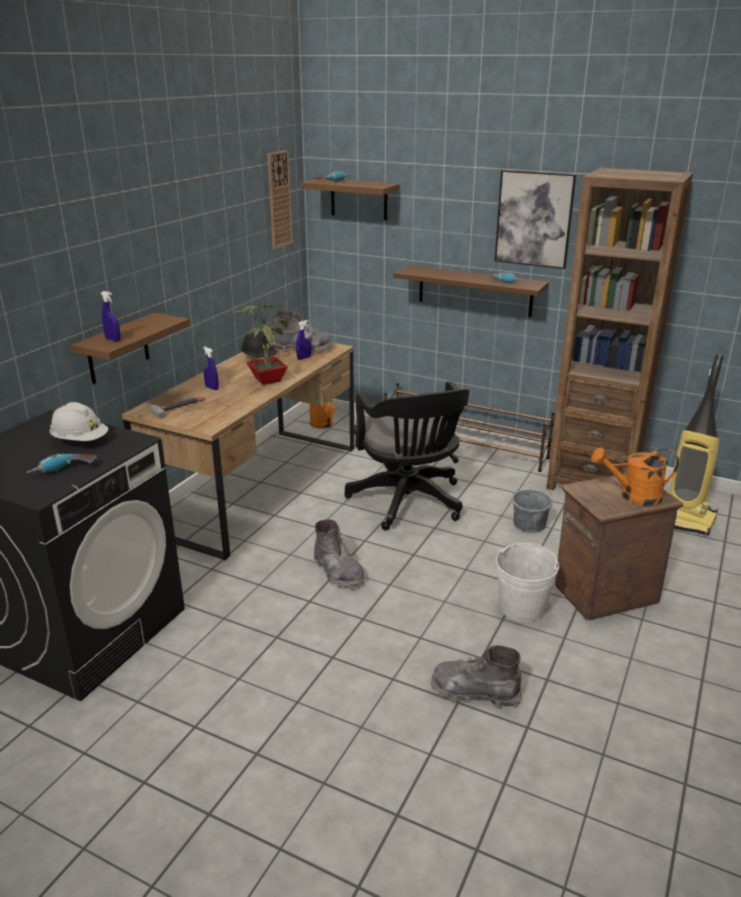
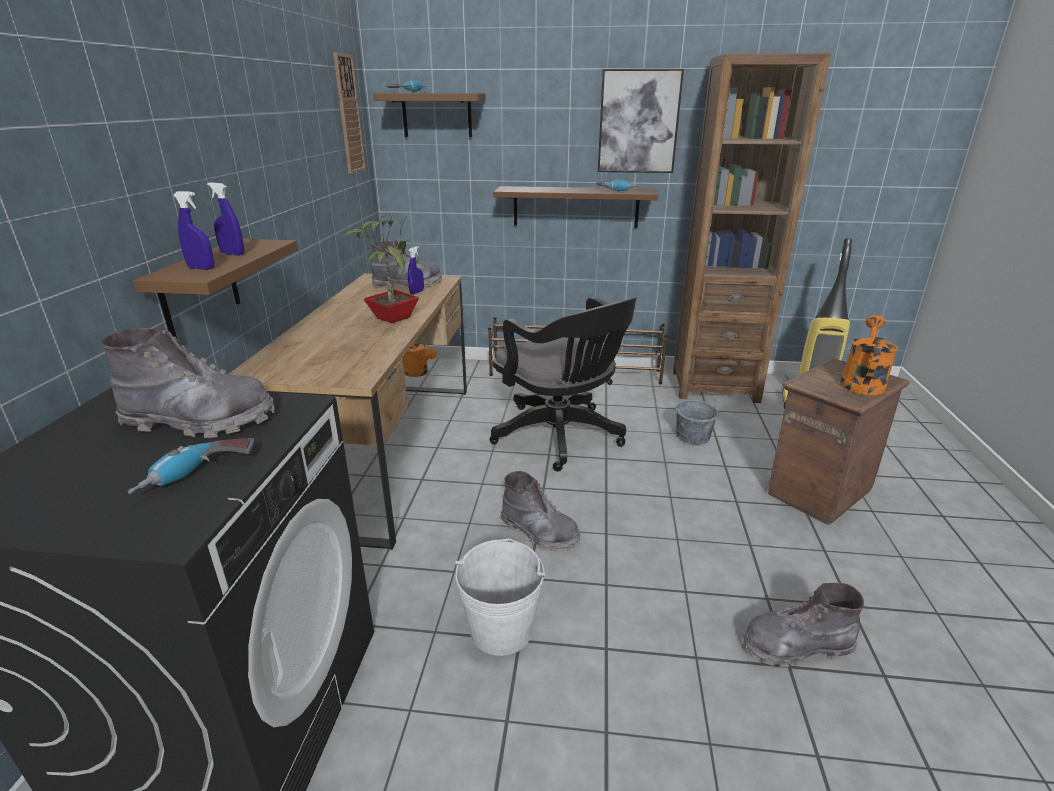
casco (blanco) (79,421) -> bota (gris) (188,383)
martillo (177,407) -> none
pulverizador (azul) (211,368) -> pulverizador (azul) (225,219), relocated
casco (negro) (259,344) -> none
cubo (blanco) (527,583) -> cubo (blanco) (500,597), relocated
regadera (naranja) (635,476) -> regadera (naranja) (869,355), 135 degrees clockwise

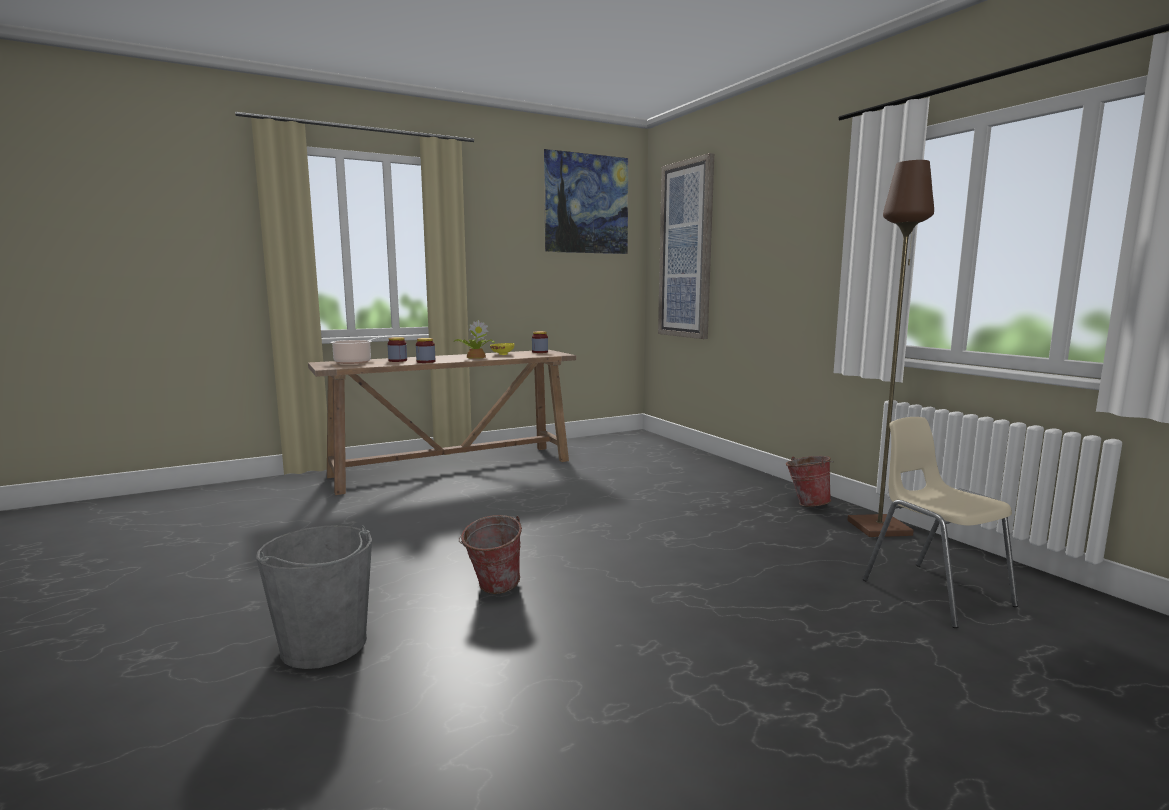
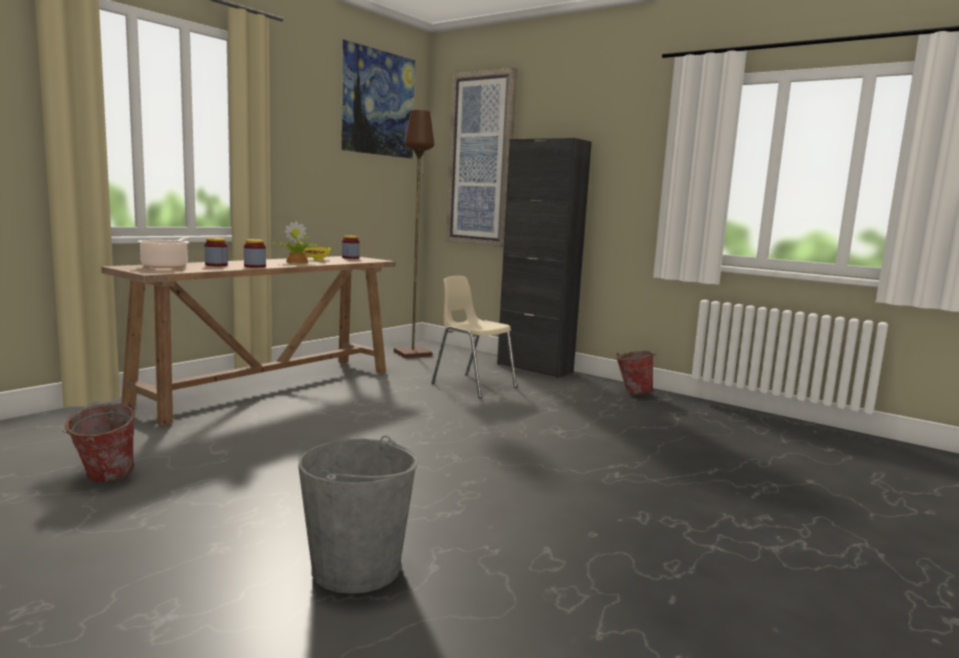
cubo (490,554) -> cubo (98,442), relocated
lámpara de pie (marrón) (891,348) -> lámpara de pie (marrón) (414,234), relocated
silla (beis) (940,522) -> silla (beis) (474,337), relocated
none -> armario (negro) (544,258)

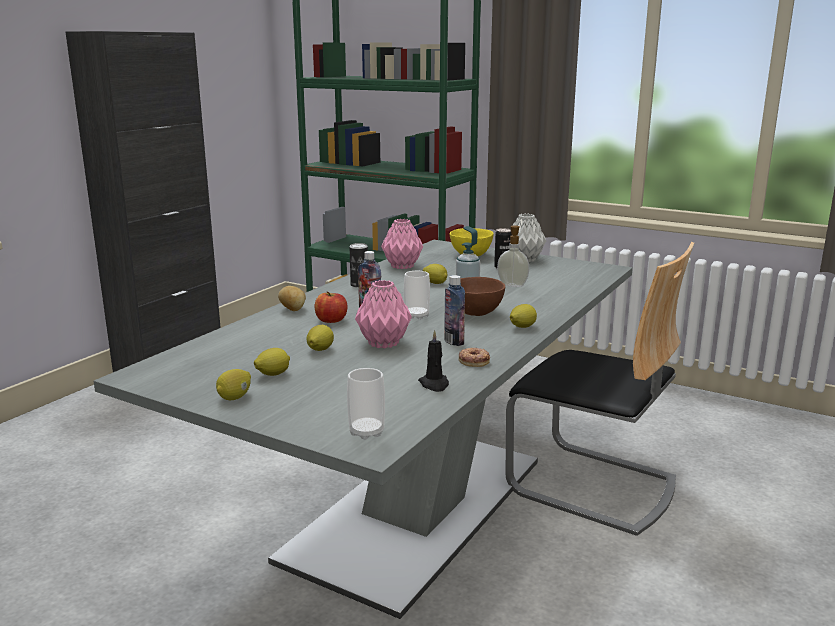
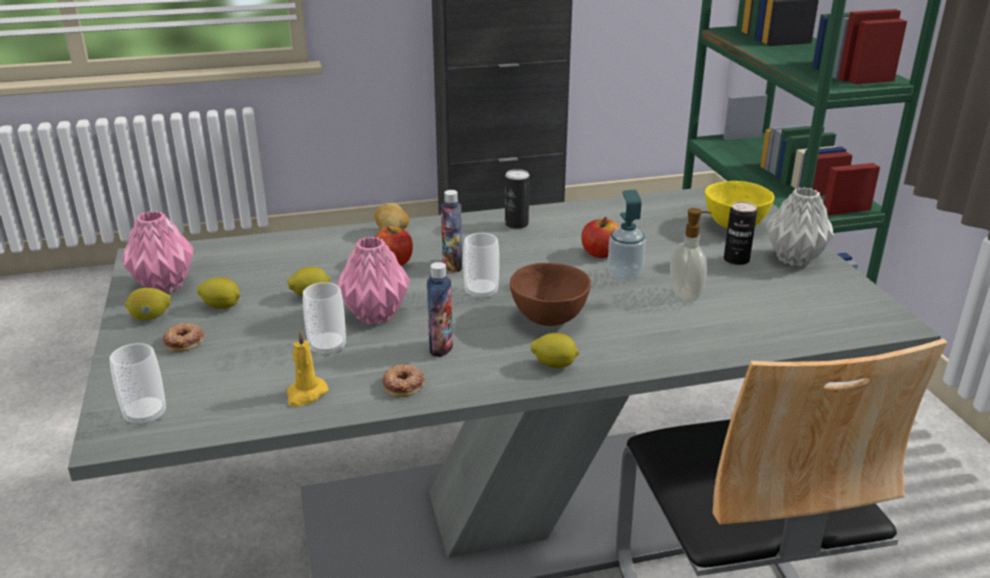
florero (rosa) (402,244) -> florero (rosa) (157,252), relocated
vela (negro) (433,361) -> vela (amarillo) (308,368)
limón (435,274) -> manzana (600,237)
none -> rosquilla (184,337)
none -> taza (324,319)

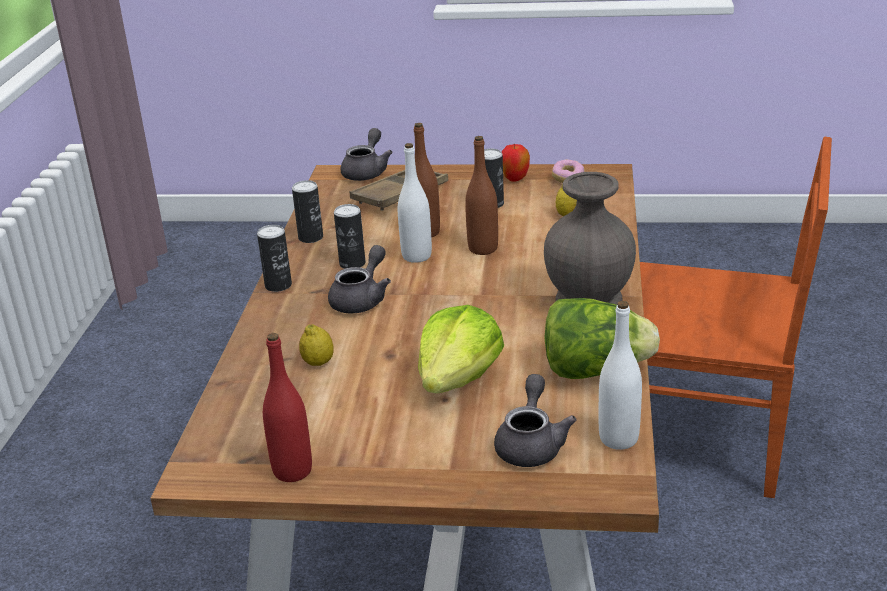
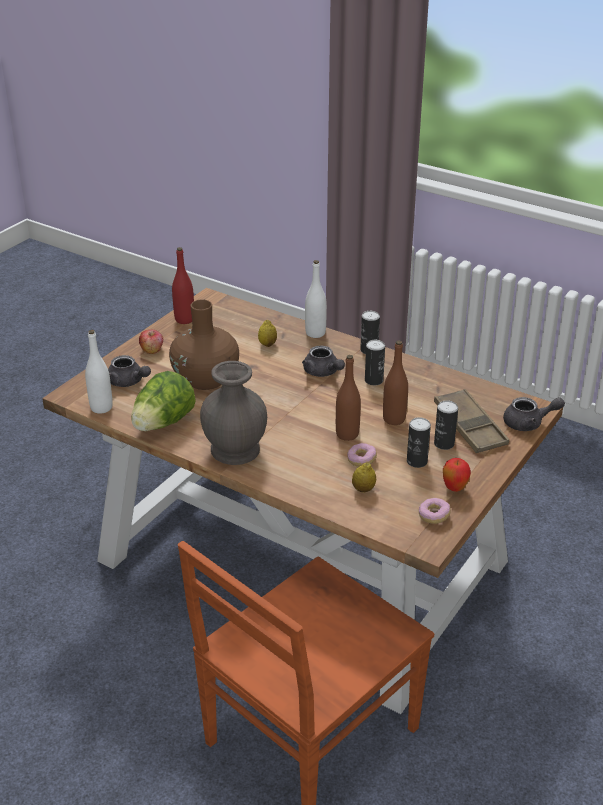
lata (307,211) -> lata (446,425), relocated
tetera (gris) (367,154) -> tetera (gris) (534,414), 45 degrees counterclockwise
botella (blanco) (415,203) -> botella (blanco) (316,299), relocated
lechuga (461,349) -> florero (marrón) (204,345)
none -> manzana (151,341)
none -> rosquilla (362,455)

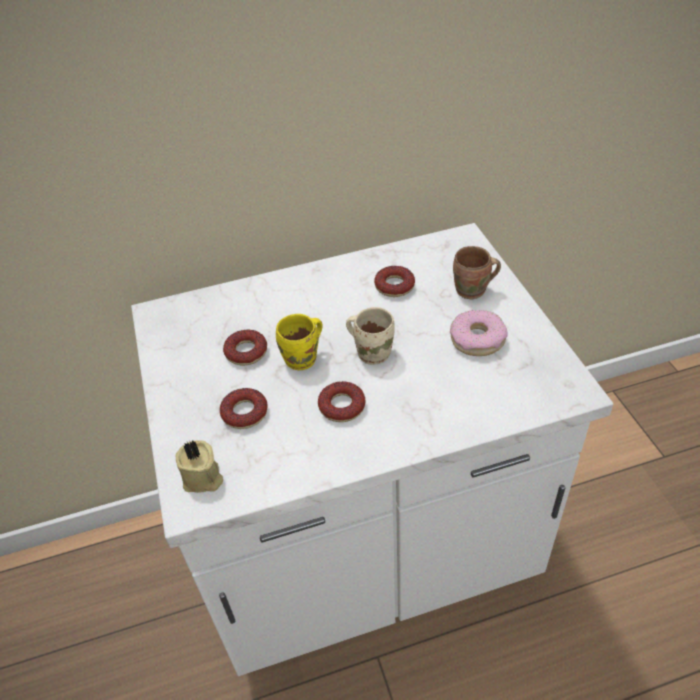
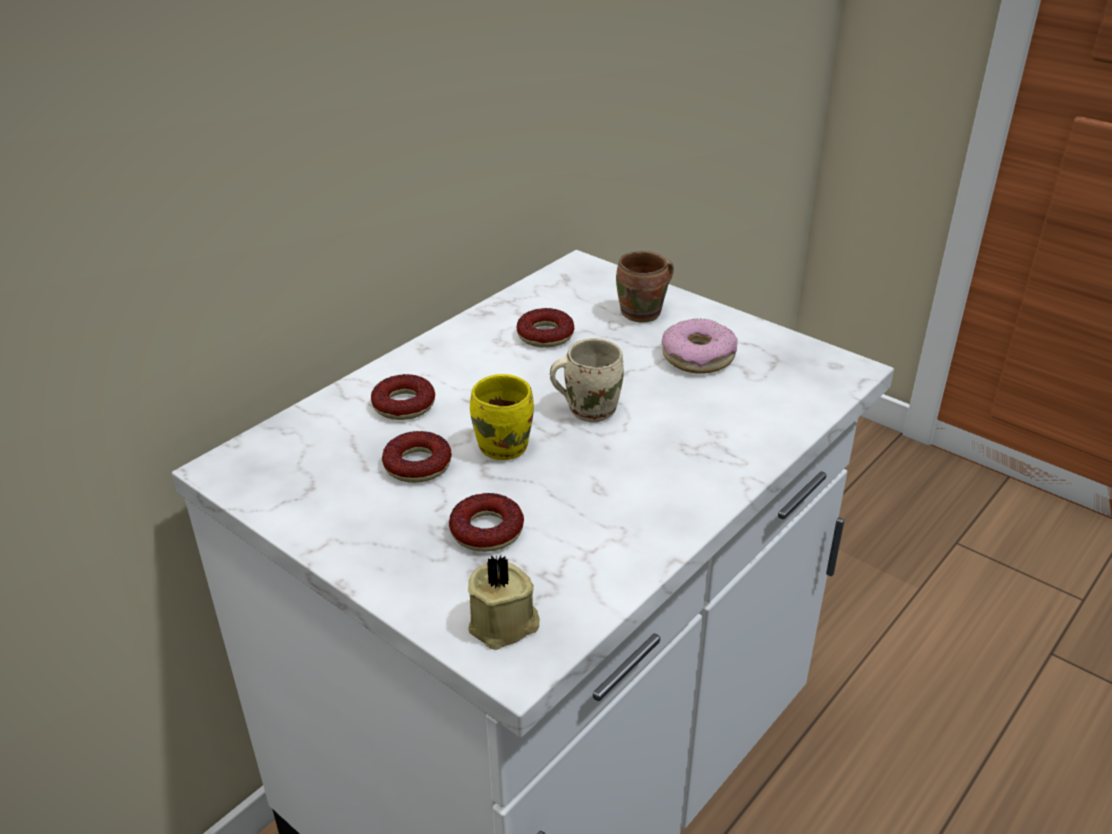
rosquilla (342,401) -> rosquilla (403,397), relocated

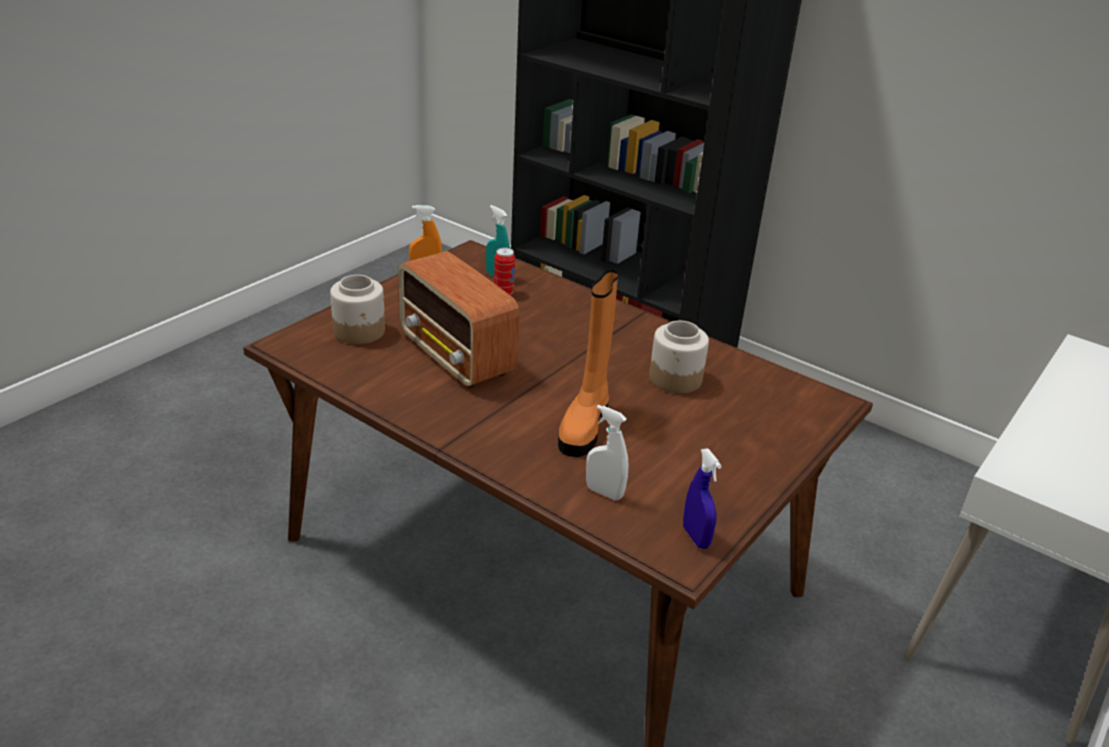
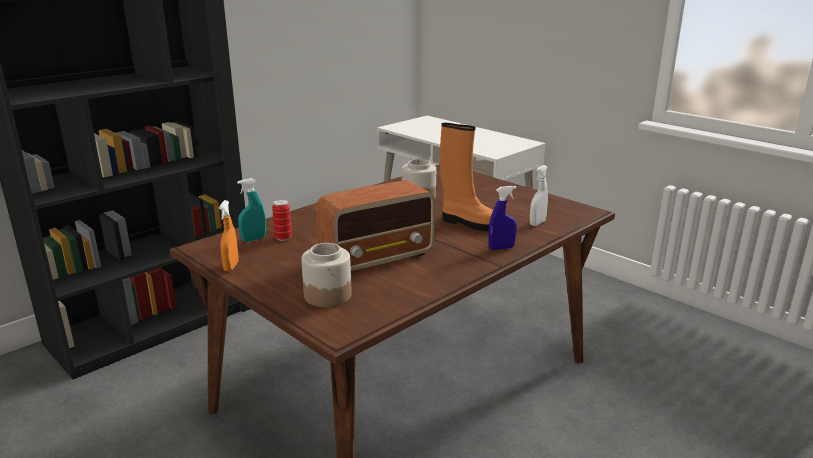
pulverizador (azul) (702,499) -> pulverizador (azul) (502,218), relocated

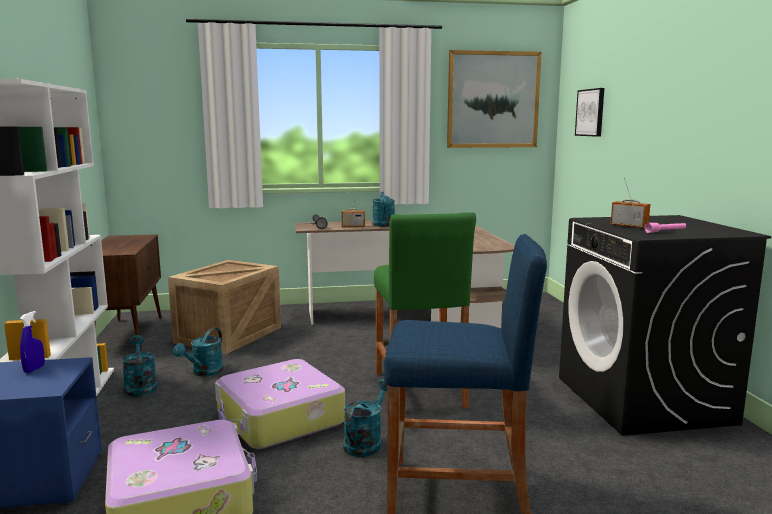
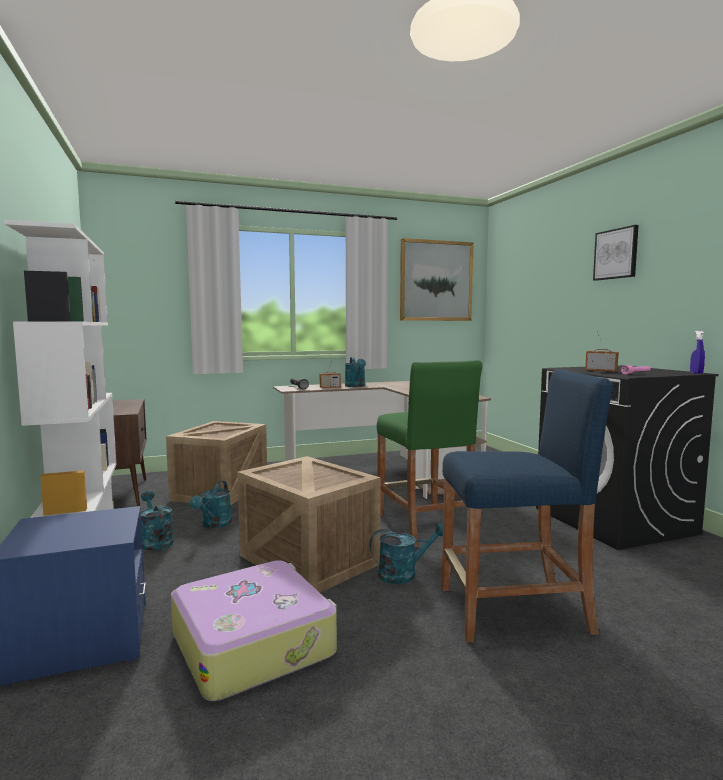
pulverizador (azul) (32,342) -> pulverizador (azul) (697,352), relocated
maleta (280,404) -> caja de embalaje (309,524)
regadera (turquesa) (365,418) -> regadera (turquesa) (406,553), 60 degrees clockwise
cuadro (589,112) -> cuadro (616,253), relocated

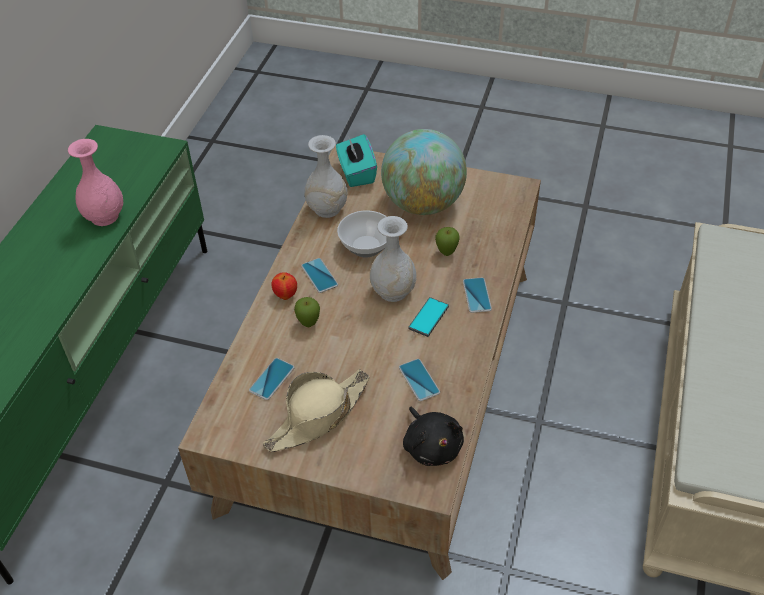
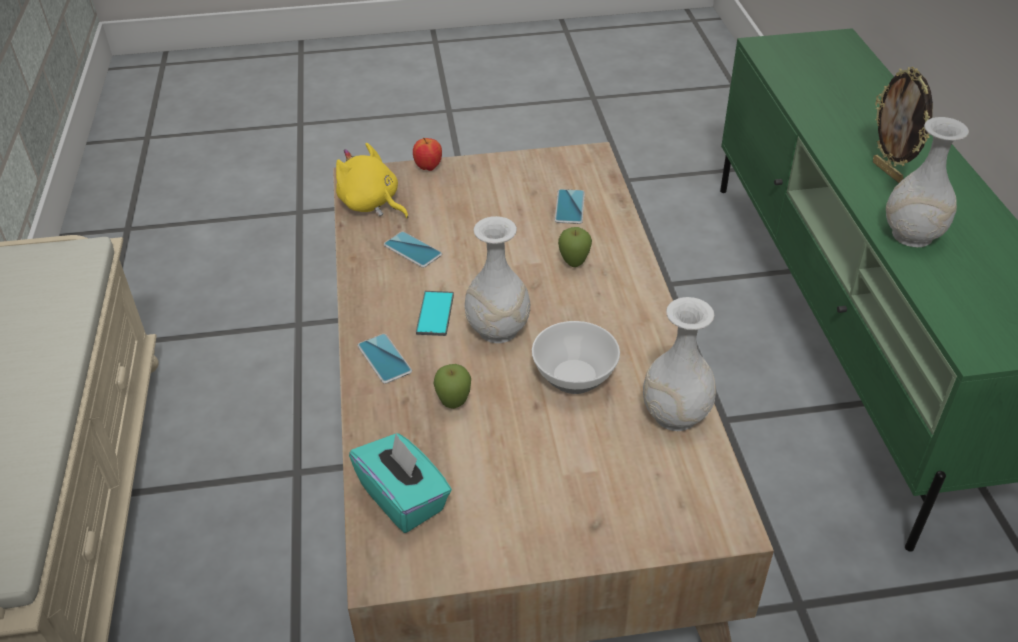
florero (rosa) (95,182) -> florero (blanco) (927,182)
sombrero (beis) (316,410) -> none
manzana (284,286) -> manzana (427,154), relocated
móvil (319,275) -> none
caja de pañuelos (turquesa) (356,160) -> caja de pañuelos (turquesa) (400,483), relocated
globo terráqueo (424,172) -> none
peluche (negro) (433,436) -> peluche (amarillo) (372,180)
none -> portarretratos (903,125)

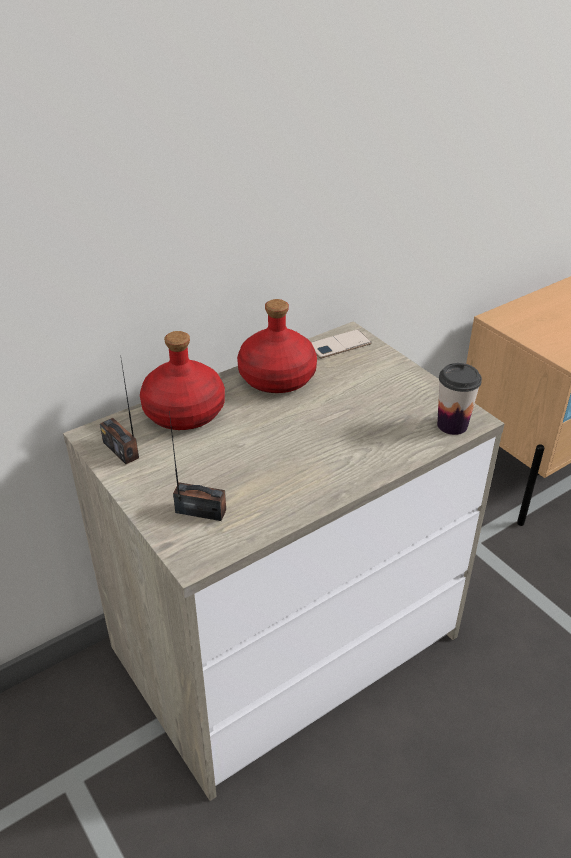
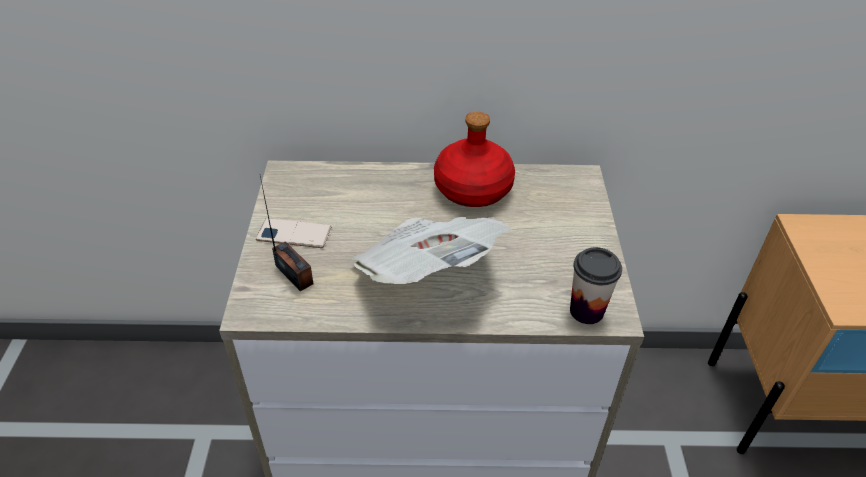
radio (119,412) -> none
botella (rojo) (182,380) -> none
móvil (341,344) -> móvil (293,233), relocated
none -> periódico (430,250)

